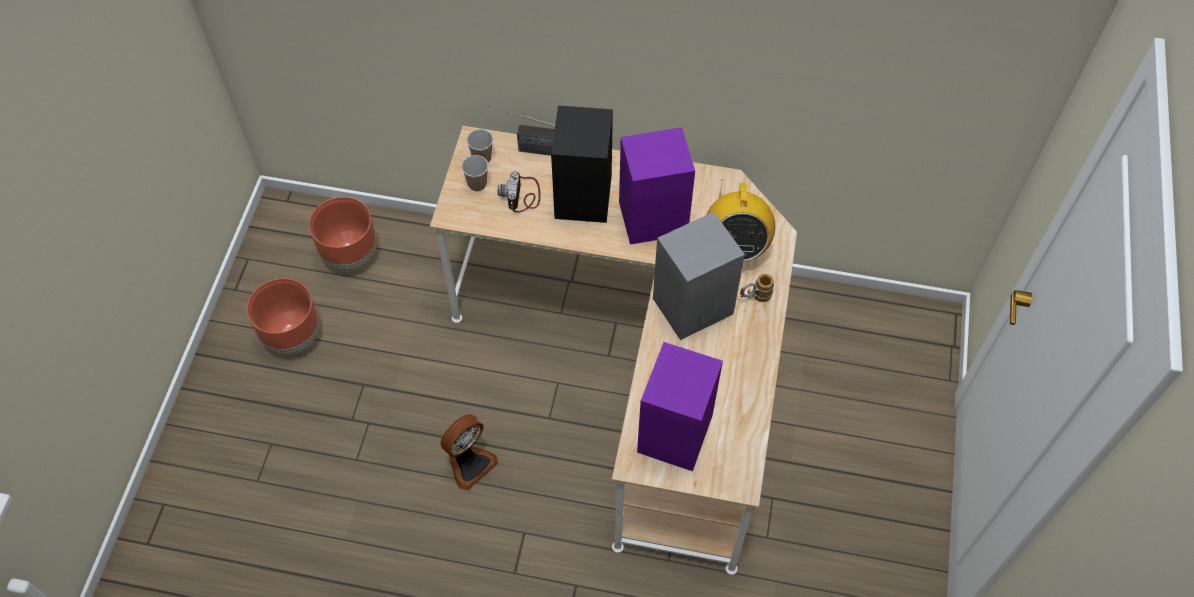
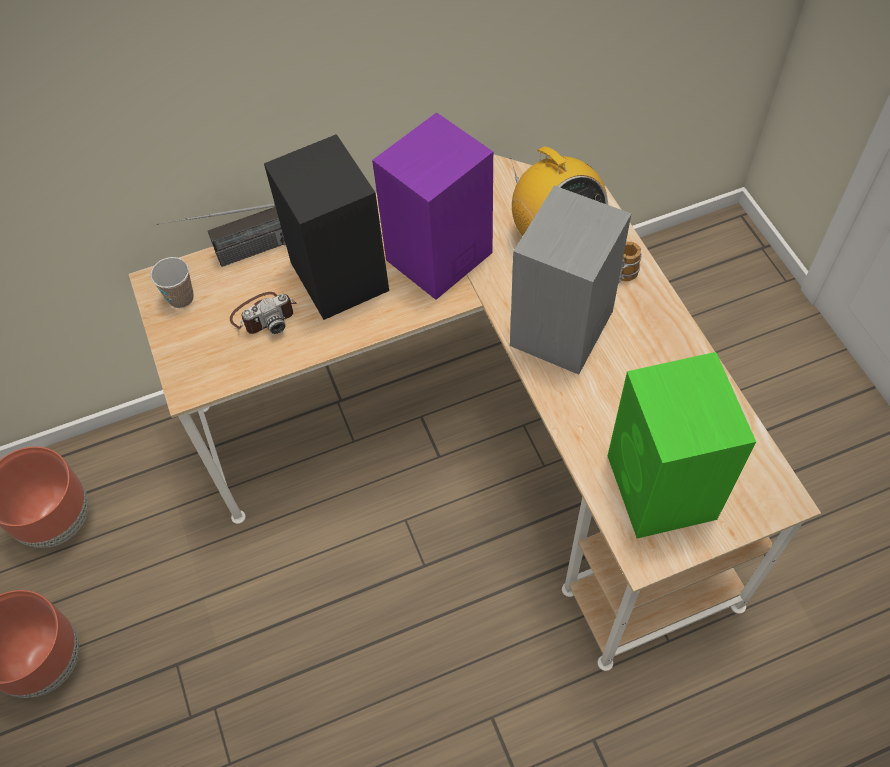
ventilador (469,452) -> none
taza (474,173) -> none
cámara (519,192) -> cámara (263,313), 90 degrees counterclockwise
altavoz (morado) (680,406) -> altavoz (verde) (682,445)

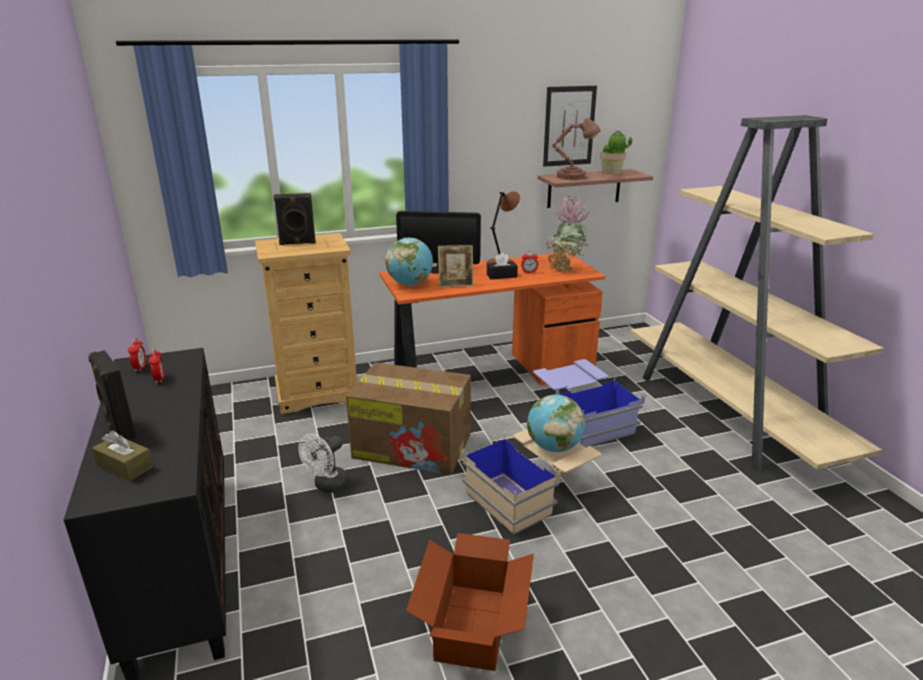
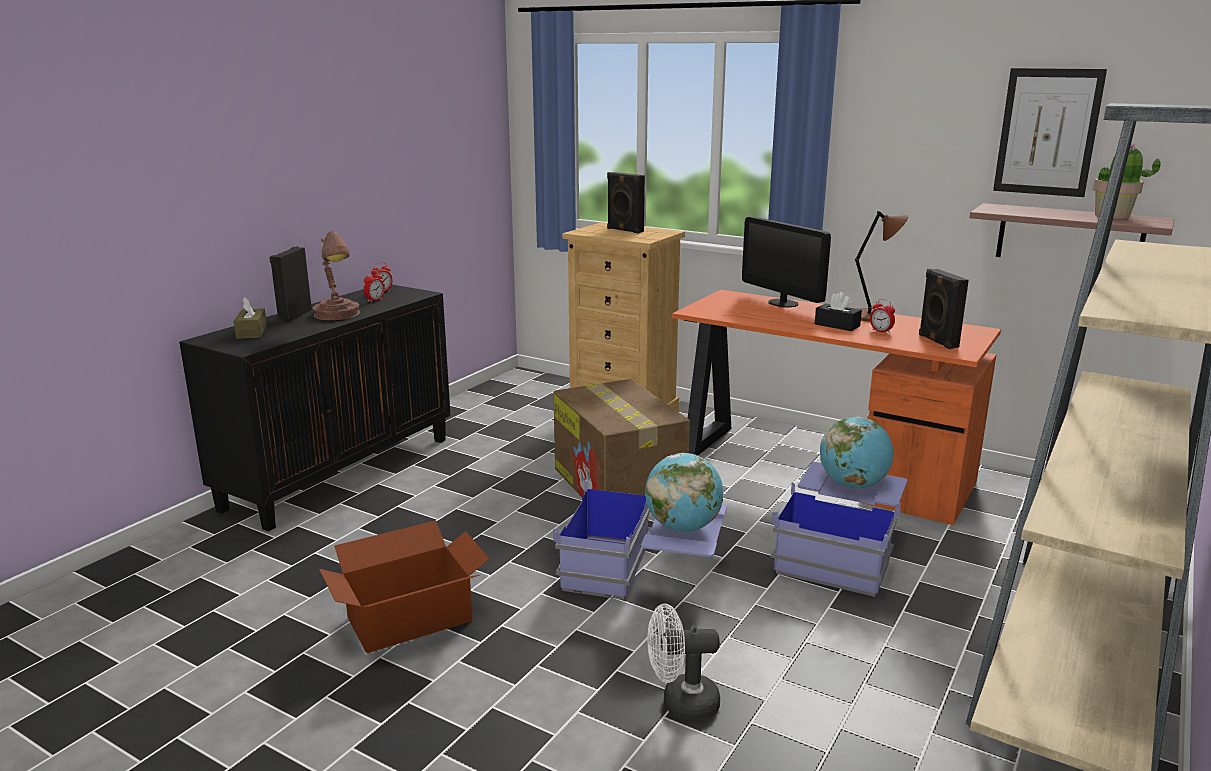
ventilador (blanco) (323,463) -> ventilador (blanco) (683,662), relocated
globo terráqueo (409,262) -> globo terráqueo (856,453), relocated
portarretratos (456,266) -> none
caja de almacenaje (beis) (531,482) -> caja de almacenaje (azul) (640,539)
planta en maceta (568,235) -> altavoz (negro) (944,309)
lámpara de mesa (marrón) (576,149) -> lámpara de mesa (marrón) (336,275), relocated

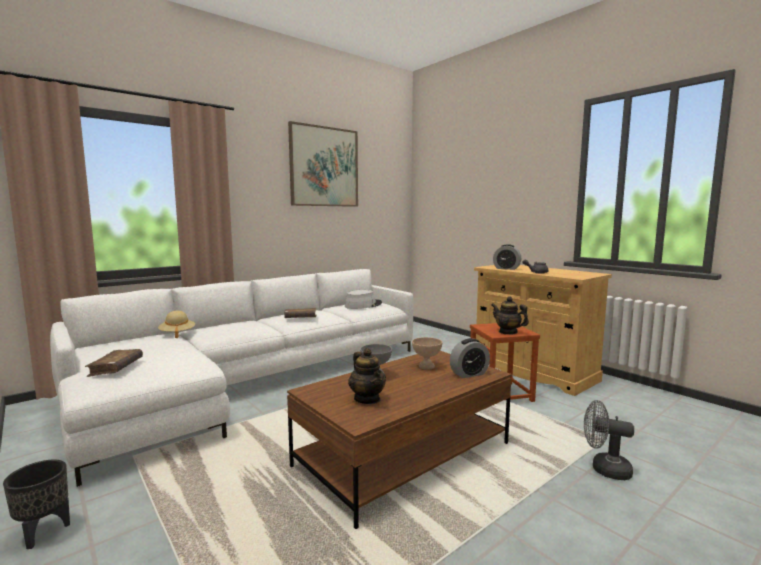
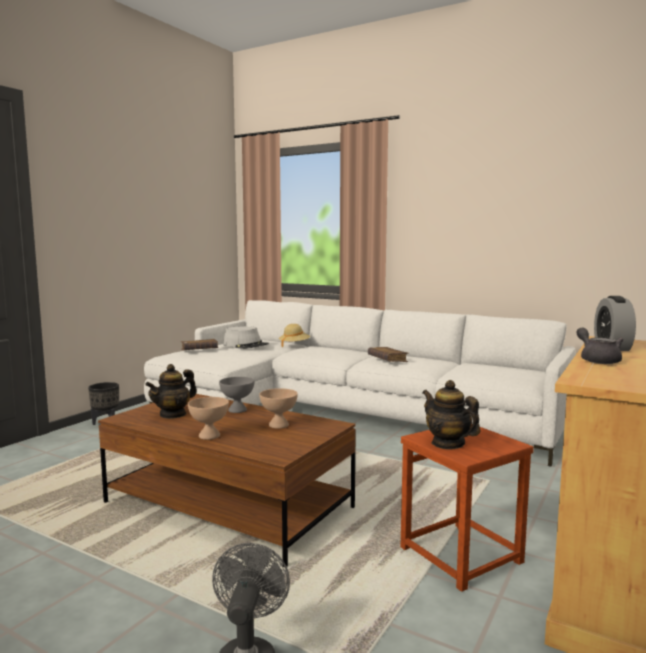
cuadro (323,164) -> none
sombrero (gris) (363,299) -> sombrero (gris) (246,337), relocated
despertador (470,358) -> none
tetera (510,315) -> tetera (451,414), 60 degrees counterclockwise
none -> cuenco (beis) (208,418)

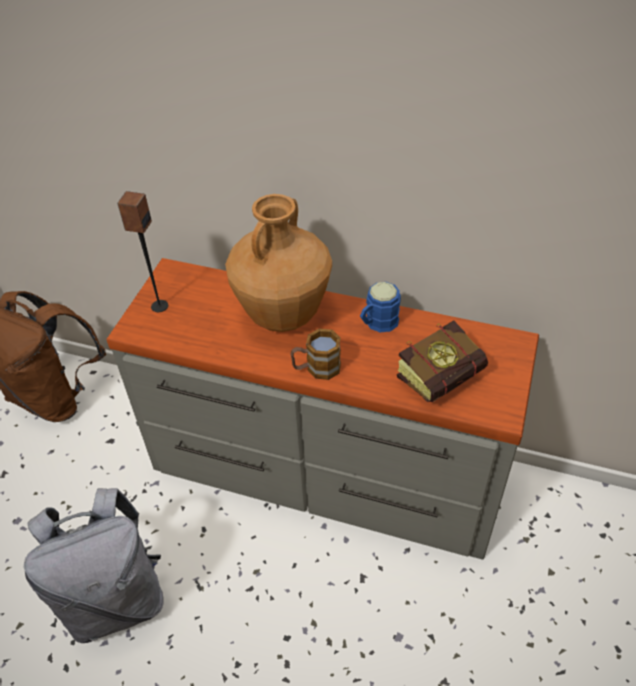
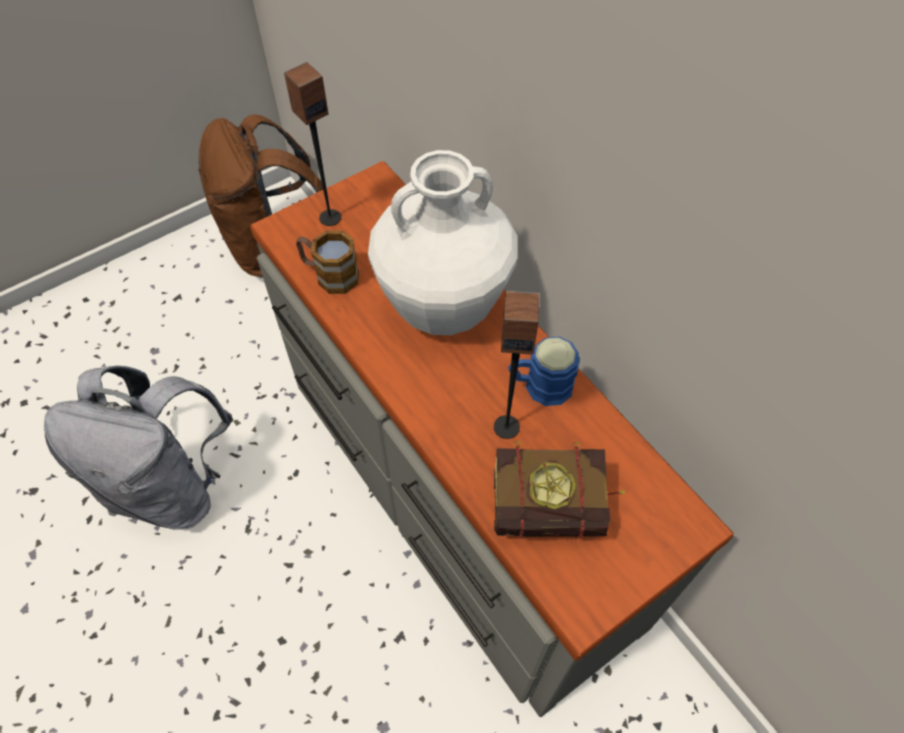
florero (marrón) (278,263) -> florero (blanco) (442,242)
taza grande (316,354) -> taza grande (327,262), relocated
none -> altavoz (516,365)

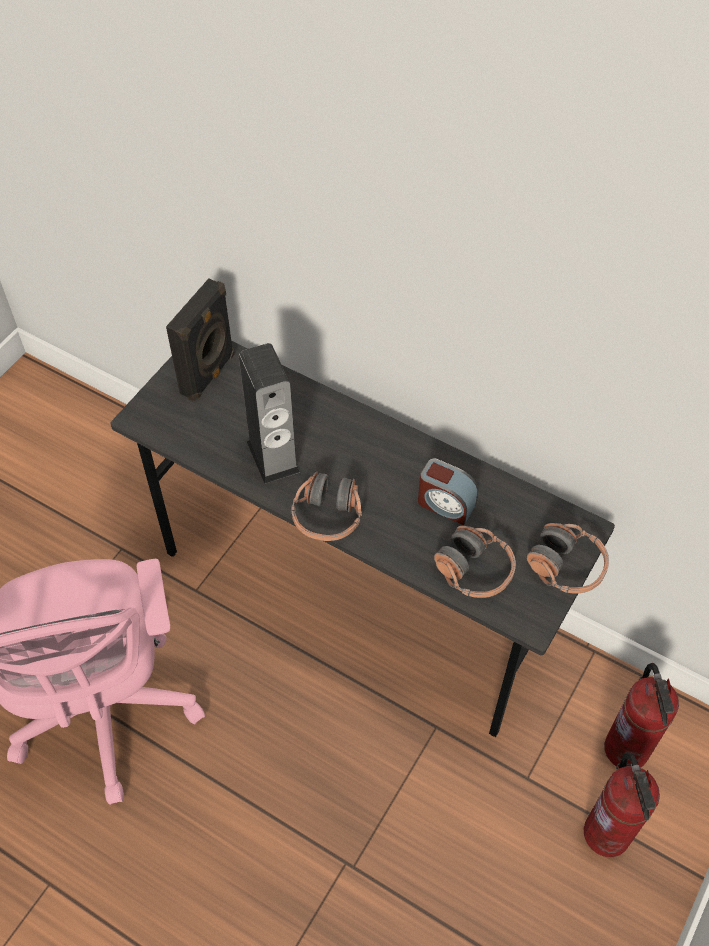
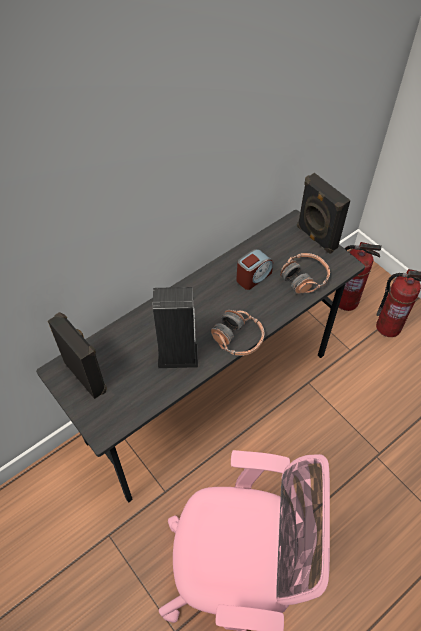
auriculares (567,558) -> altavoz (negro) (324,213)

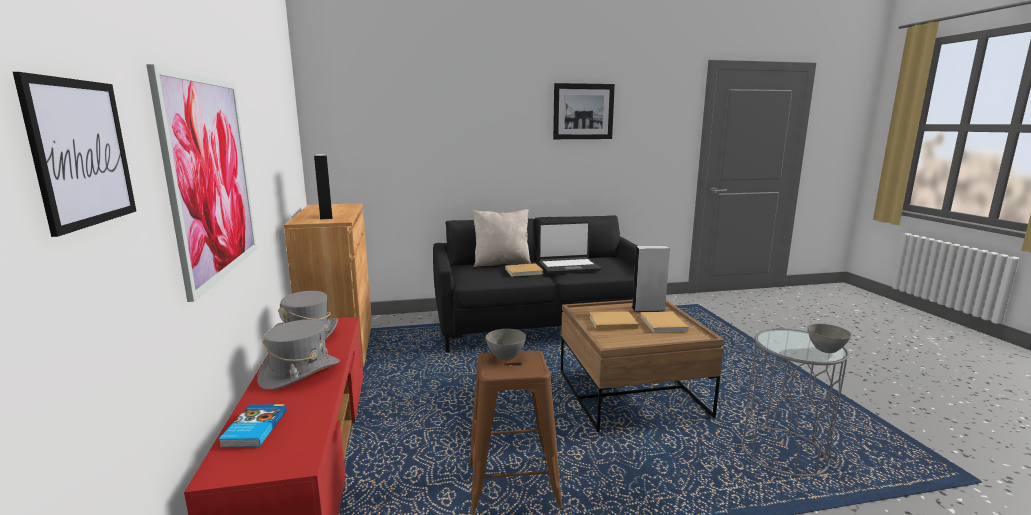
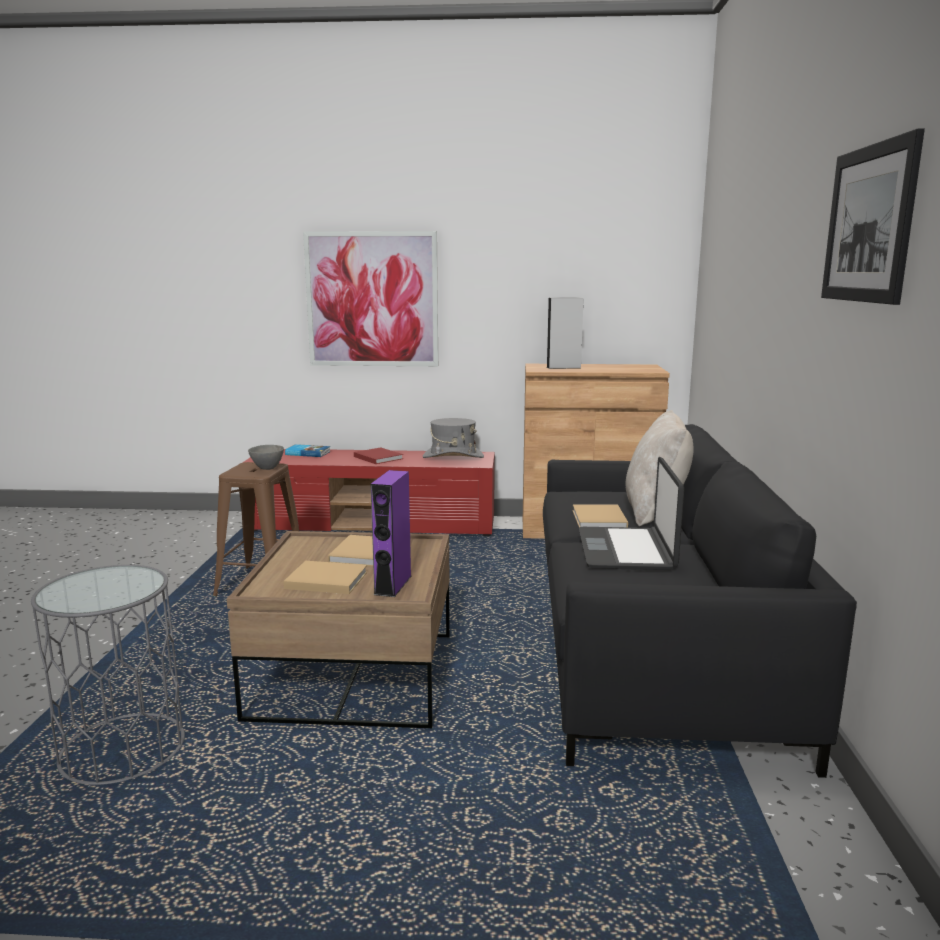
cuadro (74,154) -> none
sombrero (gris) (298,354) -> libro (rojo) (378,455)
altavoz (gris) (651,279) -> altavoz (morado) (391,533)
cuenco (gris) (830,338) -> none

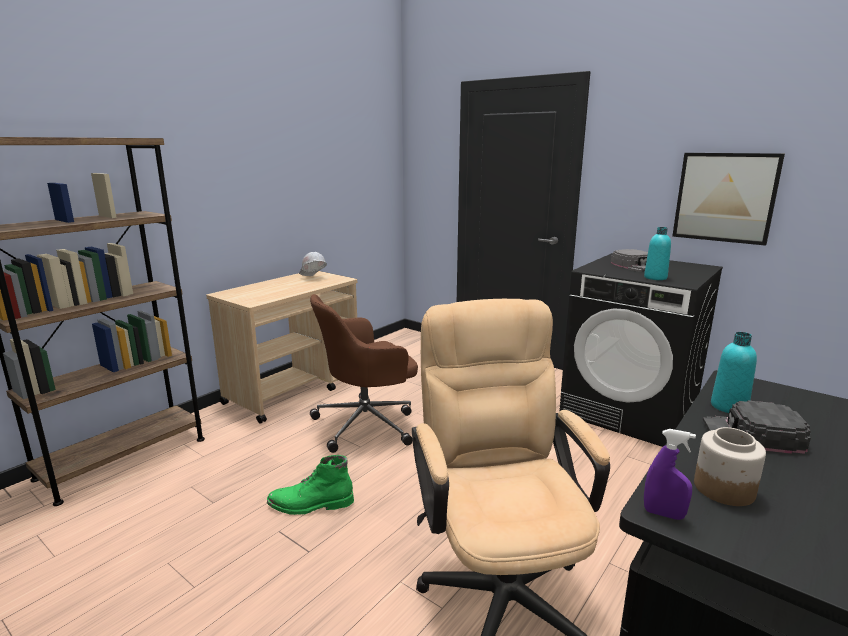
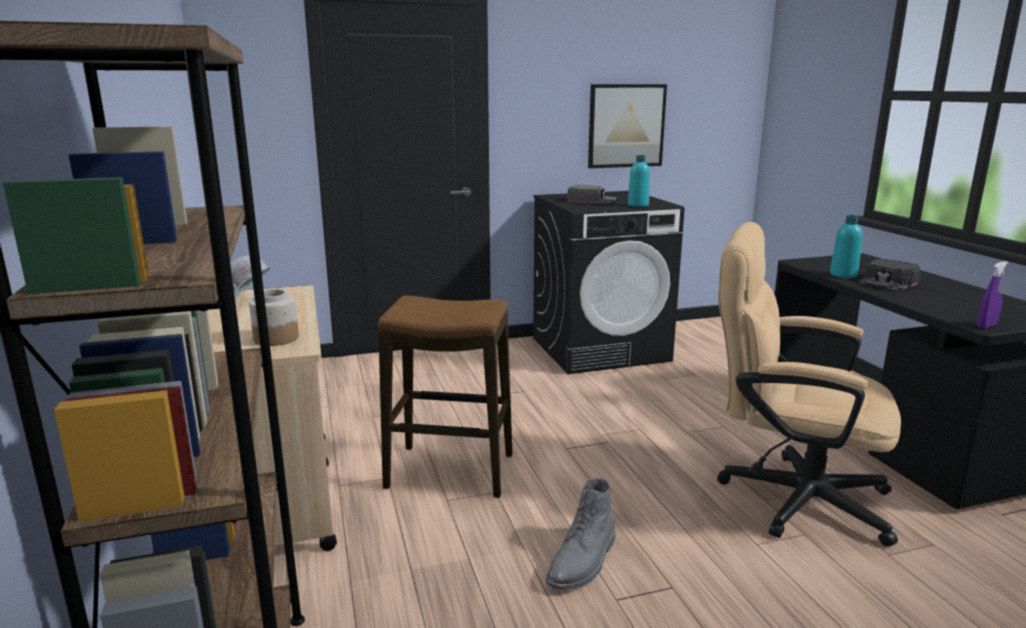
bota (verde) (310,485) -> bota (gris) (581,534)
silla de oficina (marrón) (364,373) -> taburete (445,396)
tarro (730,466) -> tarro (274,317), relocated

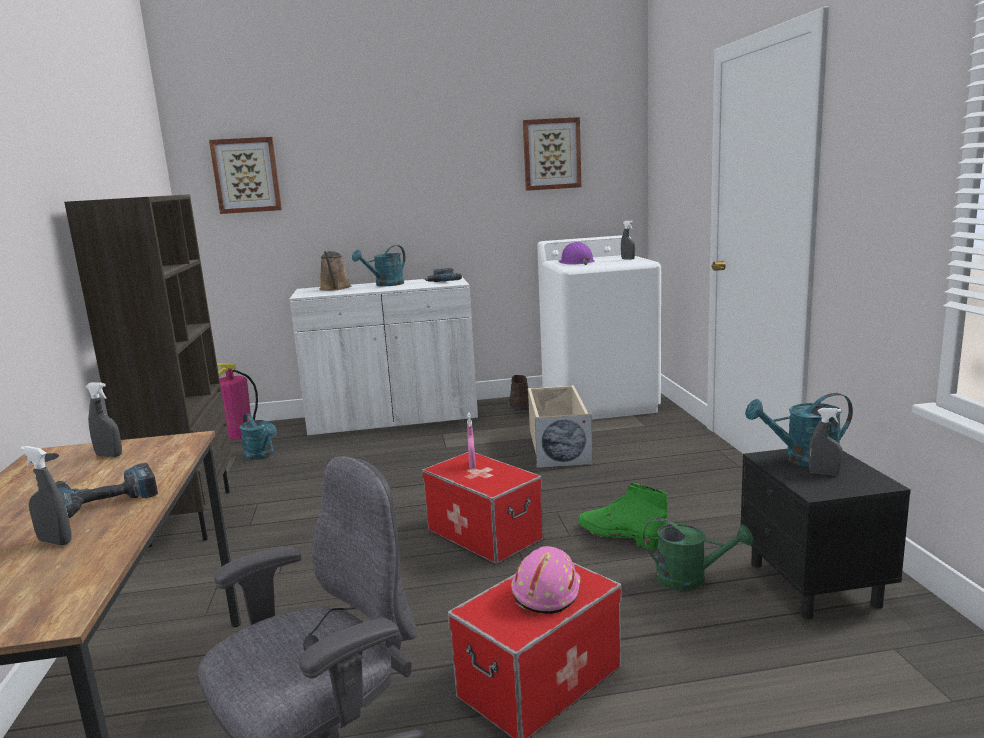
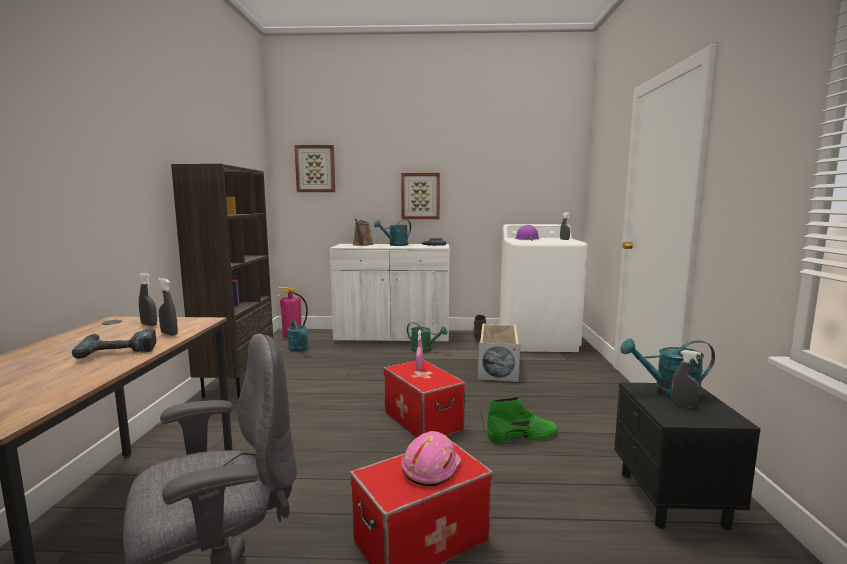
pulverizador (gris) (45,495) -> pulverizador (gris) (168,307), relocated
cuadro (552,154) -> cuadro (420,196), relocated
bota (verde) (623,516) -> bota (verde) (522,419), 120 degrees clockwise
regadera (verde) (698,554) -> regadera (verde) (427,337), relocated

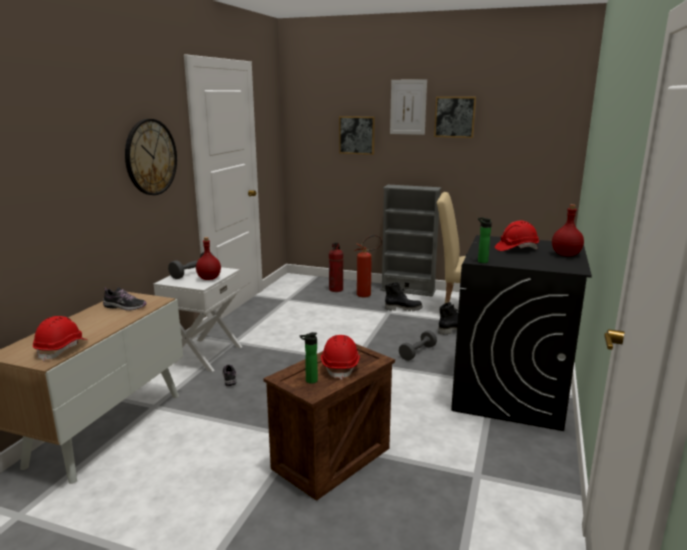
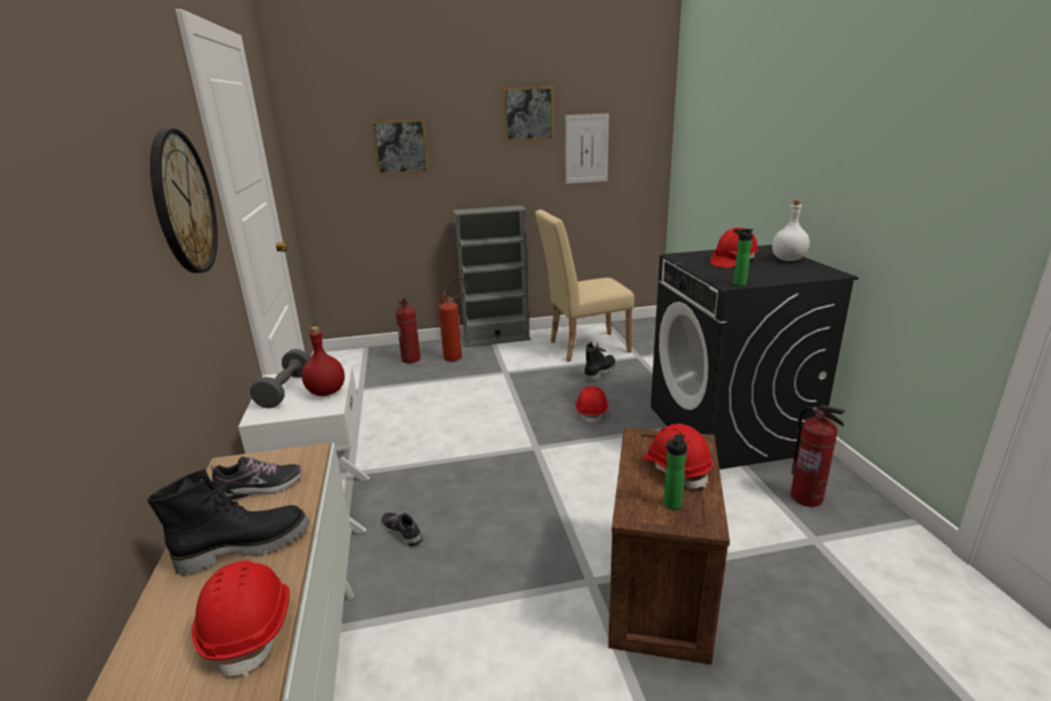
bota (negro) (404,297) -> bota (negro) (229,522), relocated
cuadro (408,107) -> cuadro (587,148), relocated
mancuerna (gris) (418,345) -> casco (rojo) (592,405)
botella (rojo) (568,230) -> botella (blanco) (791,230)
none -> extintor (818,456)

